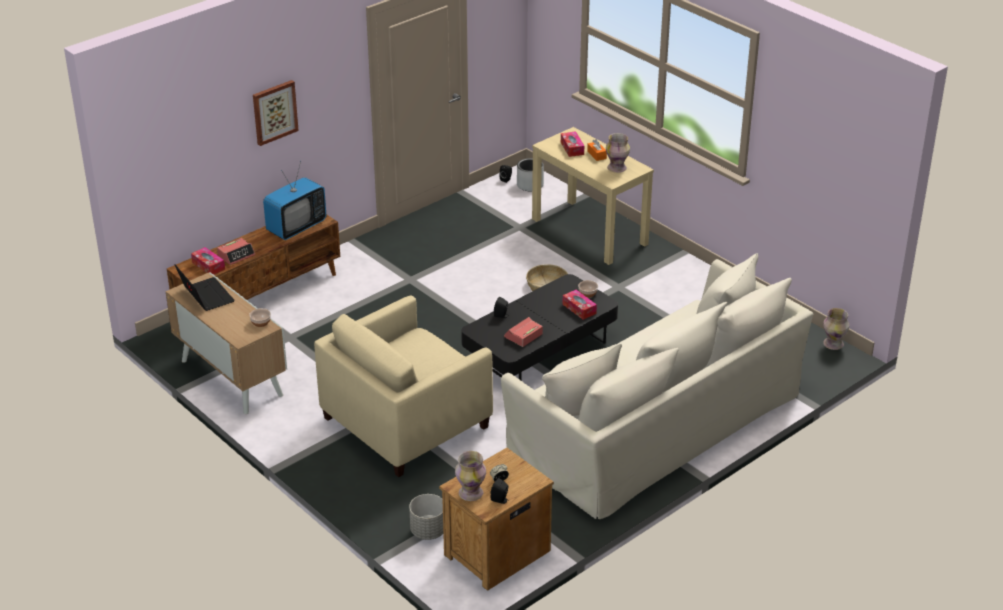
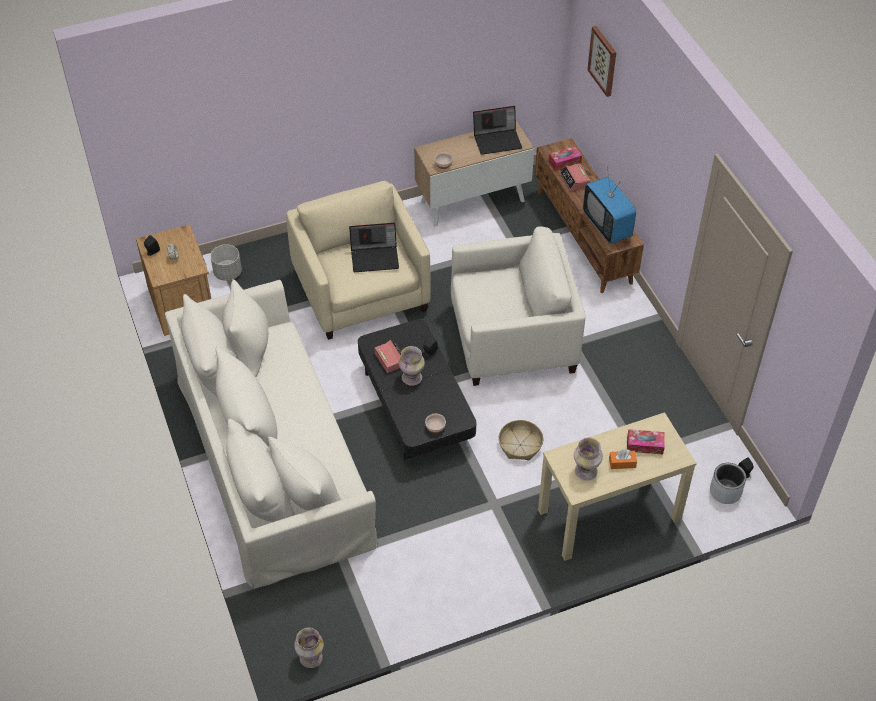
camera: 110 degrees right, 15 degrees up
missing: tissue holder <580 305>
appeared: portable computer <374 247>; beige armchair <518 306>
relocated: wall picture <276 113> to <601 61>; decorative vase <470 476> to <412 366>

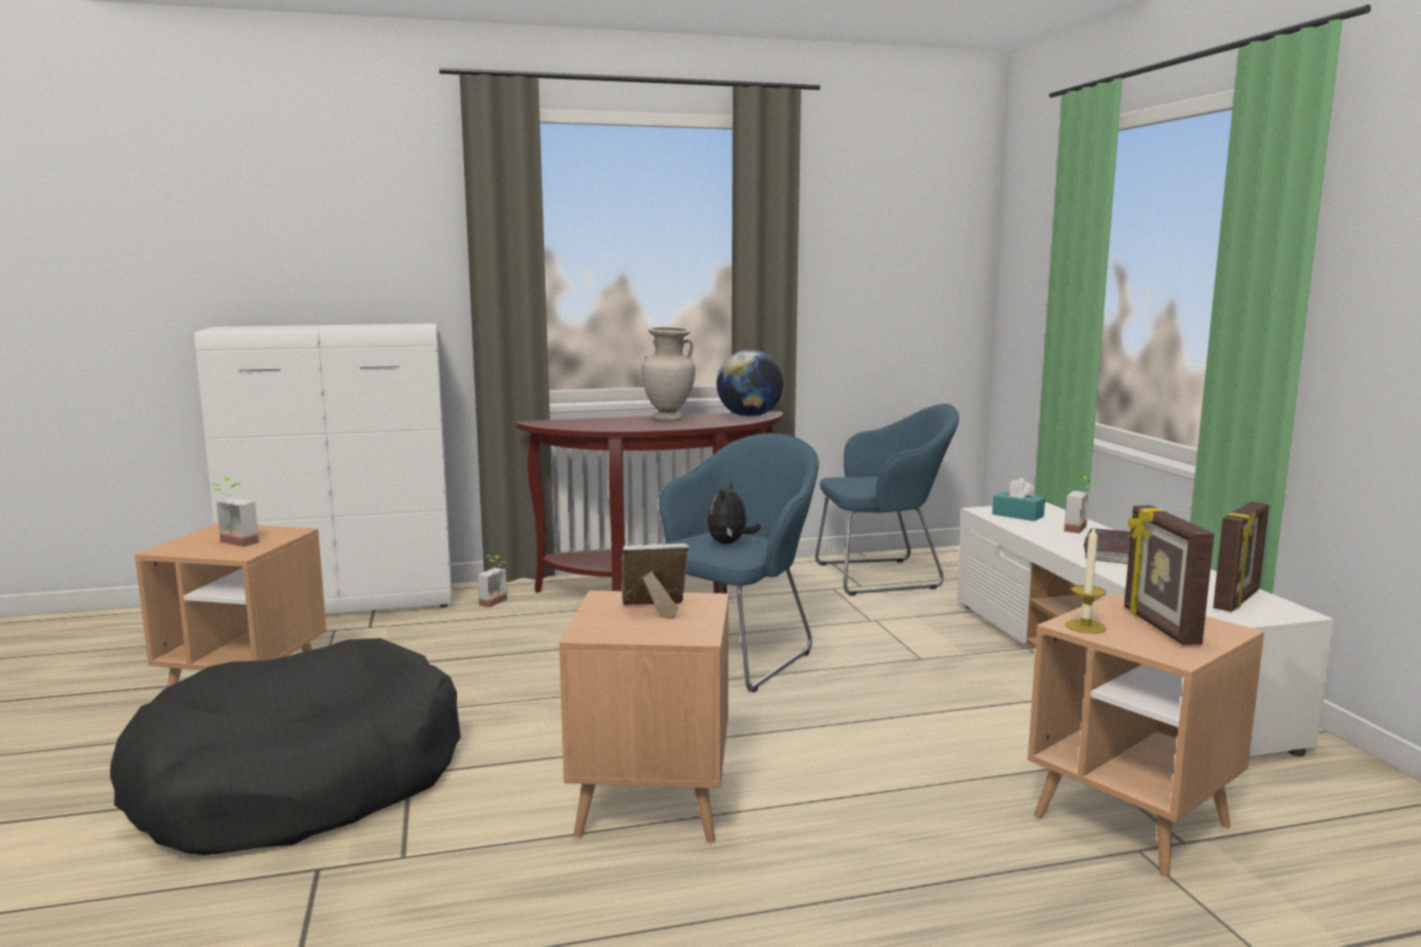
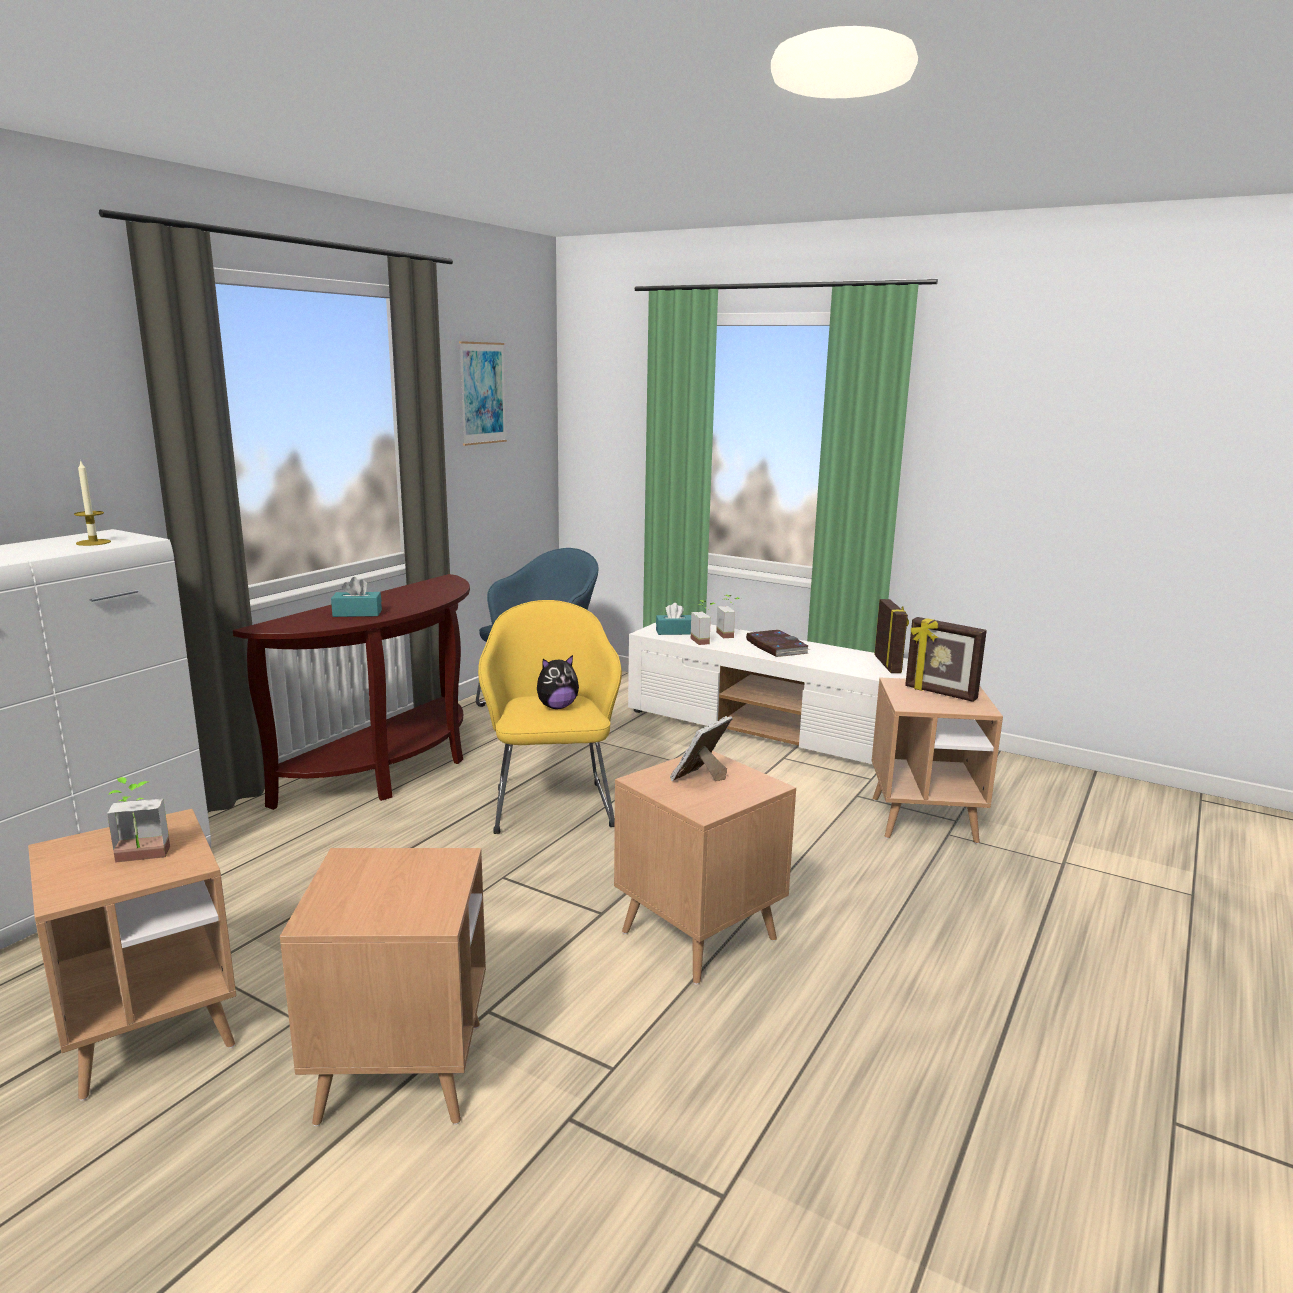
camera: 45 degrees left, 5 degrees up
missing: beige decorative vase <668 374>; world globe <750 383>
appeared: turquoise tissue holder <356 597>; wall picture <483 393>
relocated: houseplant <492 581> to <703 622>; wax candle <1086 580> to <92 503>
exchanged: black dog bed <285 746> to brownish accent table <383 987>
colour: blue-coloured armchair <739 563> to yellow-coloured armchair <550 717>
spun: soft toy <733 512> = <558 682> 90 degrees counterclockwise

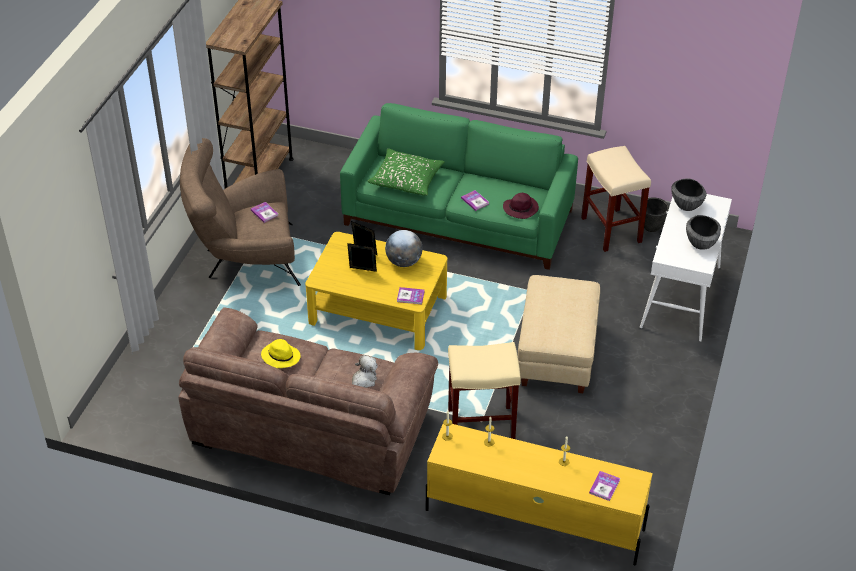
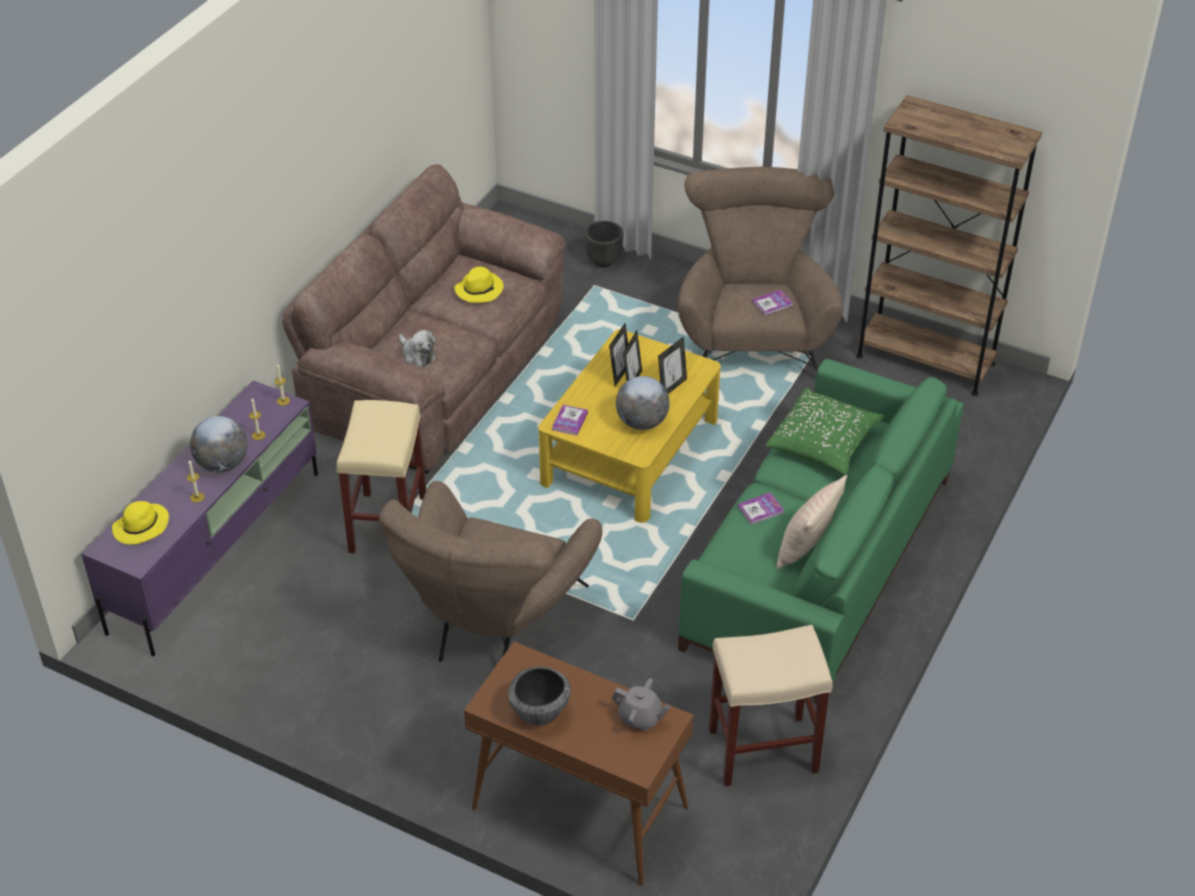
camera: 100 degrees right, 0 degrees up
missing: purplish wearable hat <521 206>
appeared: world globe <219 444>; picture frame <618 354>; beige cushion <812 522>
relocated: black flower pot <656 214> to <604 244>
exchanged: beige pouffe <559 334> to brownish armchair <490 571>; volume <604 486> to yellow-coloured wearable hat <140 523>; deep dish <689 194> to greyish pot for tea <641 704>
colour: yellow-coloured media console <539 494> to purplish media console <199 518>; white narrow table <686 268> to brownish narrow table <578 763>

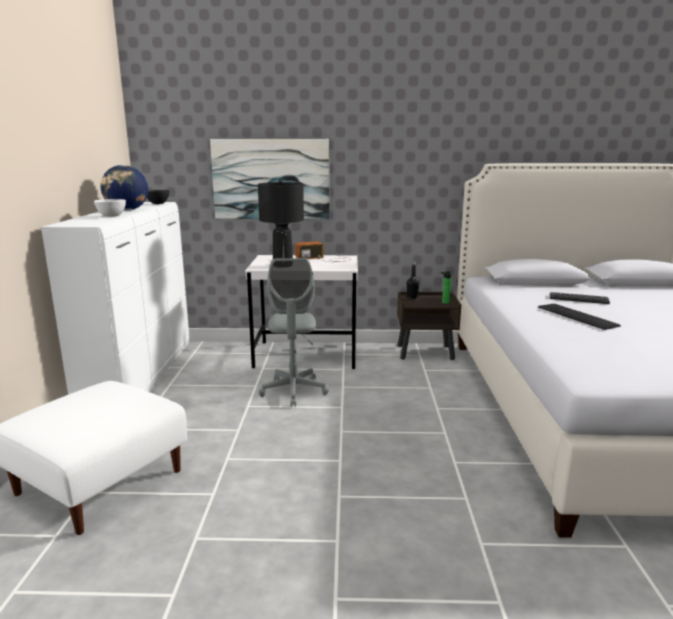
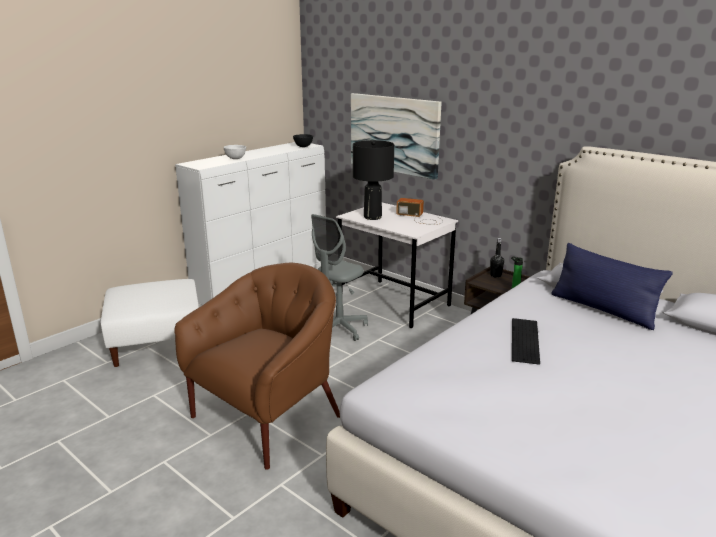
camera: 40 degrees right, 5 degrees up
missing: world globe <124 188>; keyboard <580 298>
appeared: brownish armchair <257 366>; blue-coloured cushion <612 286>

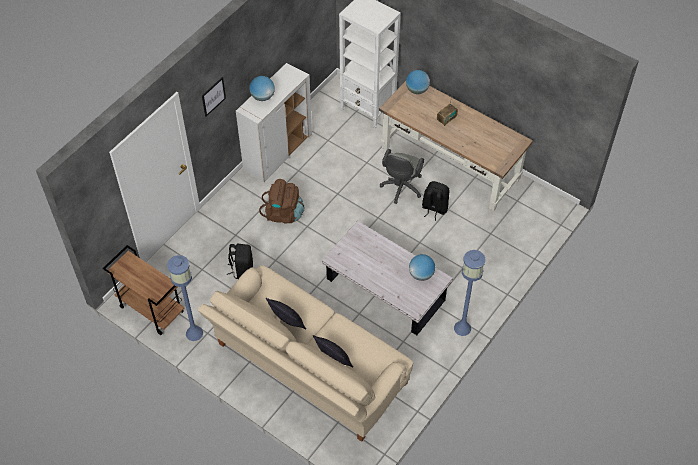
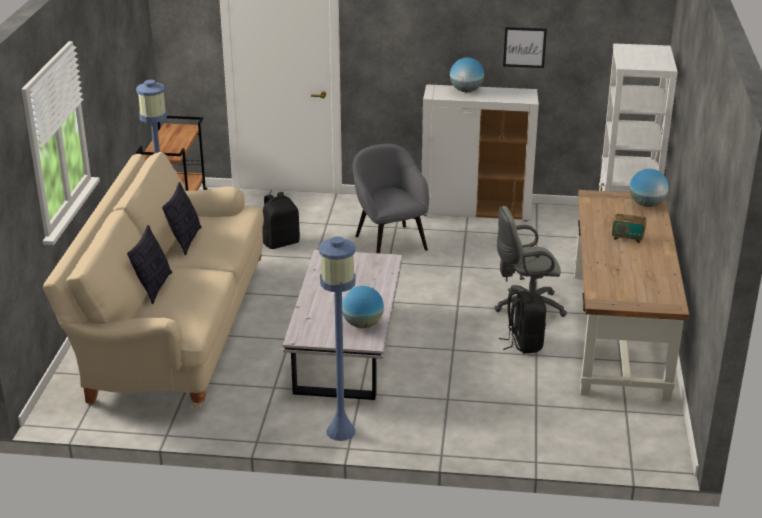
camera: 60 degrees right, 25 degrees down
relocated: wall picture <214 97> to <525 47>
exchanged: brownish backpack <281 201> to greyish armchair <391 198>

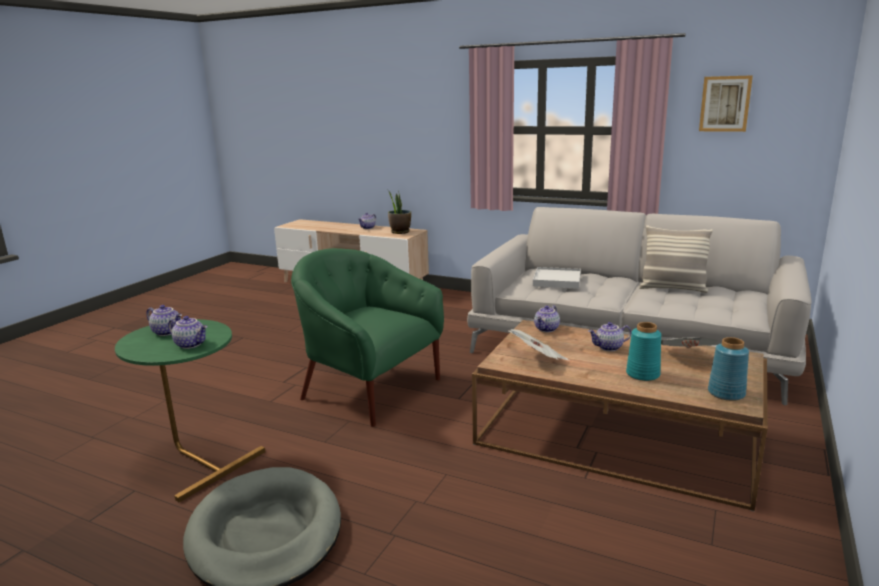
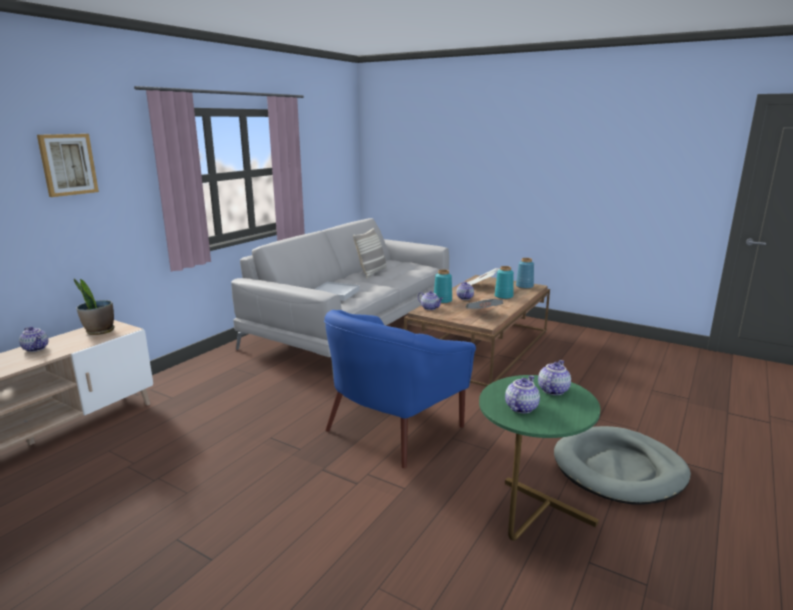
camera: 85 degrees left, 0 degrees up
appeared: turquoise decorative vase <443 286>
relocated: wall picture <726 103> to <68 165>
colour: green-coloured armchair <367 337> to blue-coloured armchair <400 389>

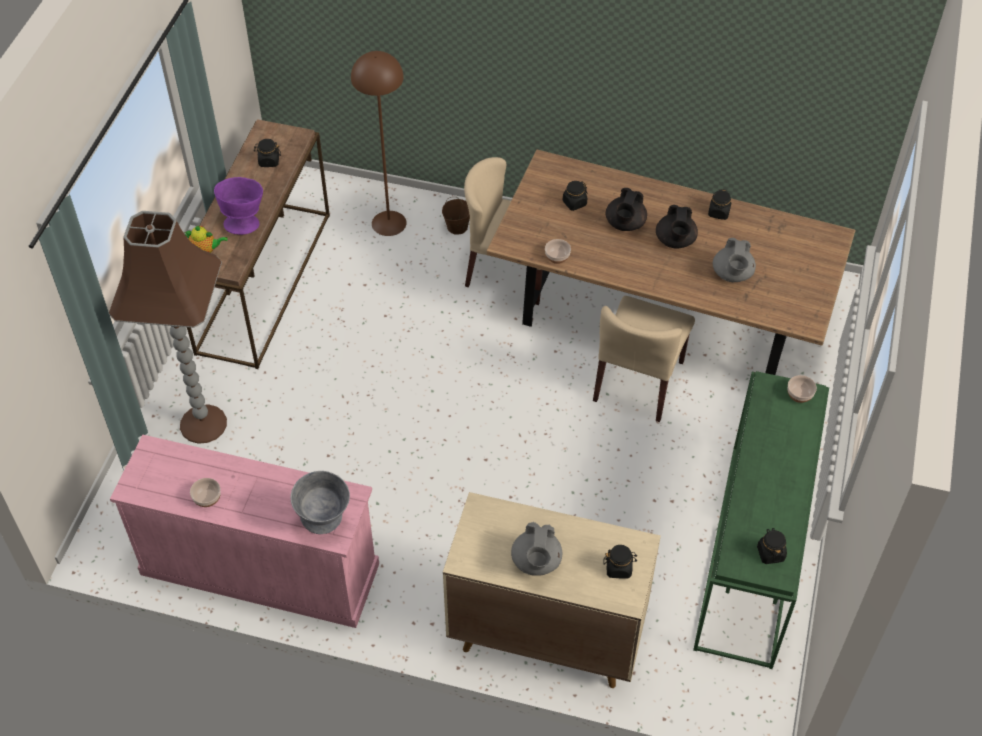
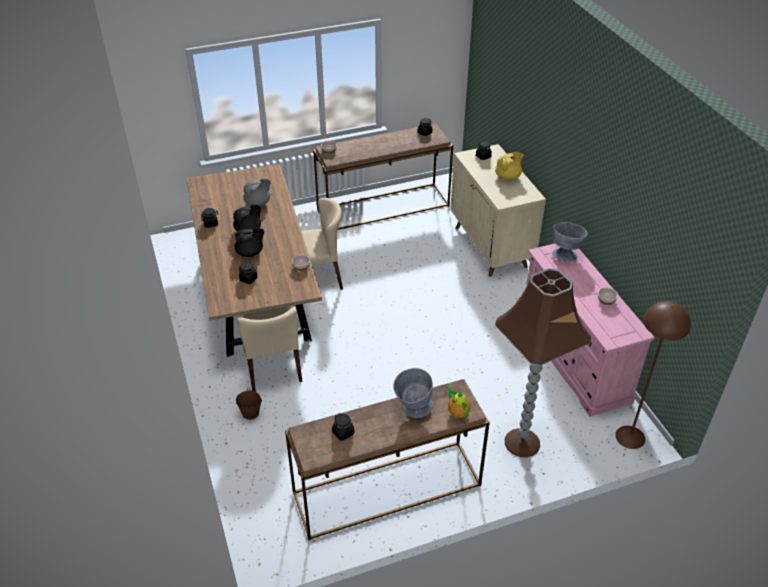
camera: 125 degrees left, 10 degrees down
relocated: brownish floor lamp <379 143> to <653 375>
colour: purplish deep dish <238 206> to greyish deep dish <413 393>; greyish pot for tea <536 549> to yellow-coloured pot for tea <509 166>; green-coloured narrow table <761 520> to brownish narrow table <383 177>

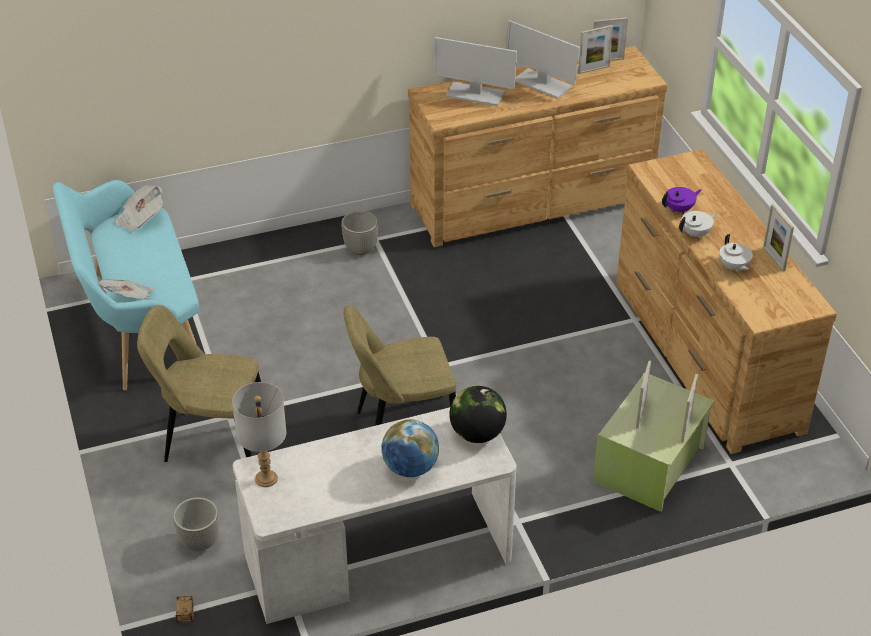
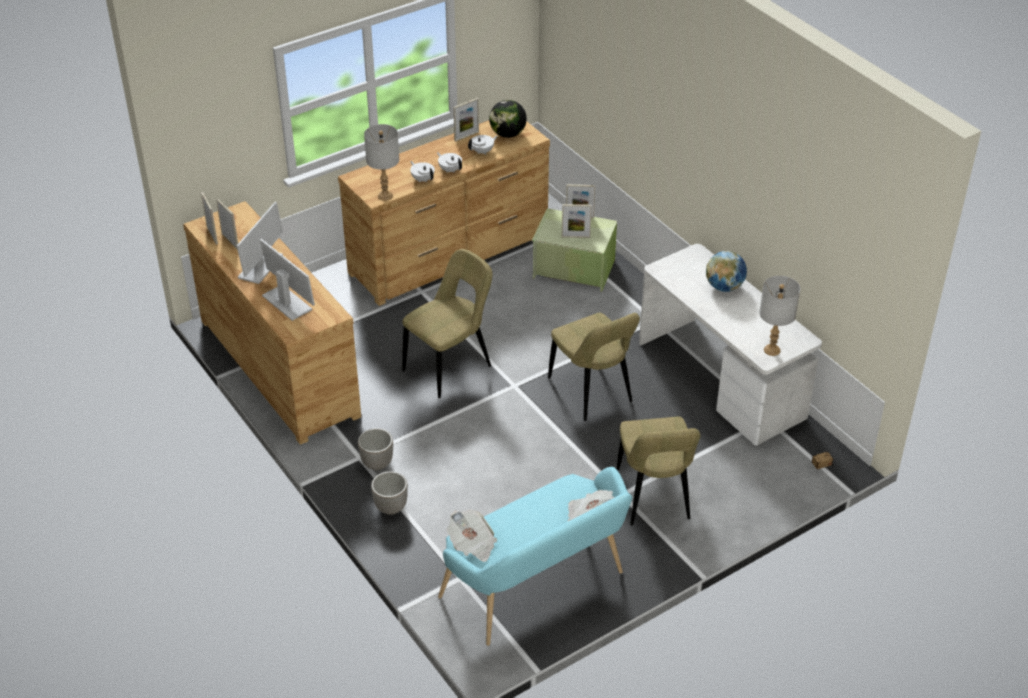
camera: 105 degrees left, 0 degrees up
appeared: greyish table lamp <381 162>; beige chair <447 323>
relocated: flower pot <196 524> to <389 493>; world globe <478 414> to <508 119>
colour: purplish pot for tea <682 200> to white pot for tea <422 171>
spun: monitor <475 71> = <287 280> 45 degrees counterclockwise

